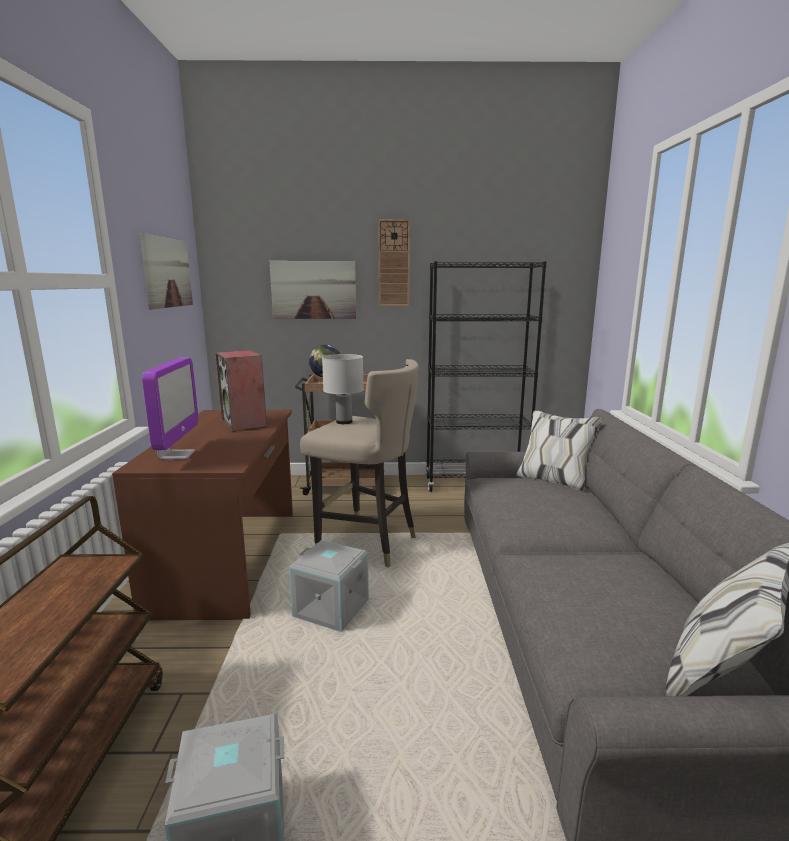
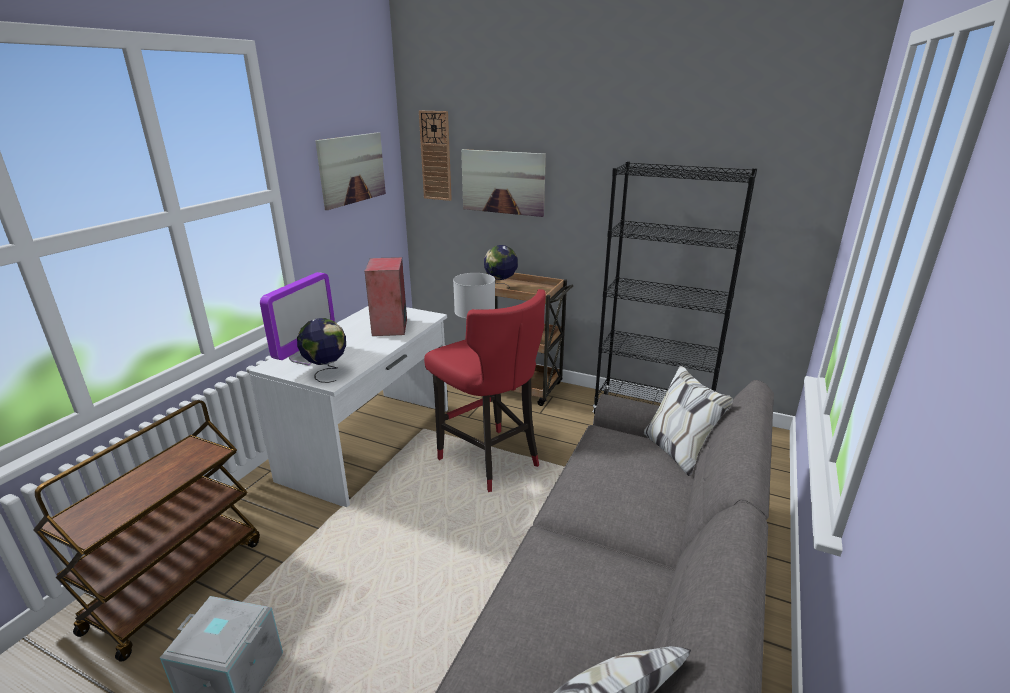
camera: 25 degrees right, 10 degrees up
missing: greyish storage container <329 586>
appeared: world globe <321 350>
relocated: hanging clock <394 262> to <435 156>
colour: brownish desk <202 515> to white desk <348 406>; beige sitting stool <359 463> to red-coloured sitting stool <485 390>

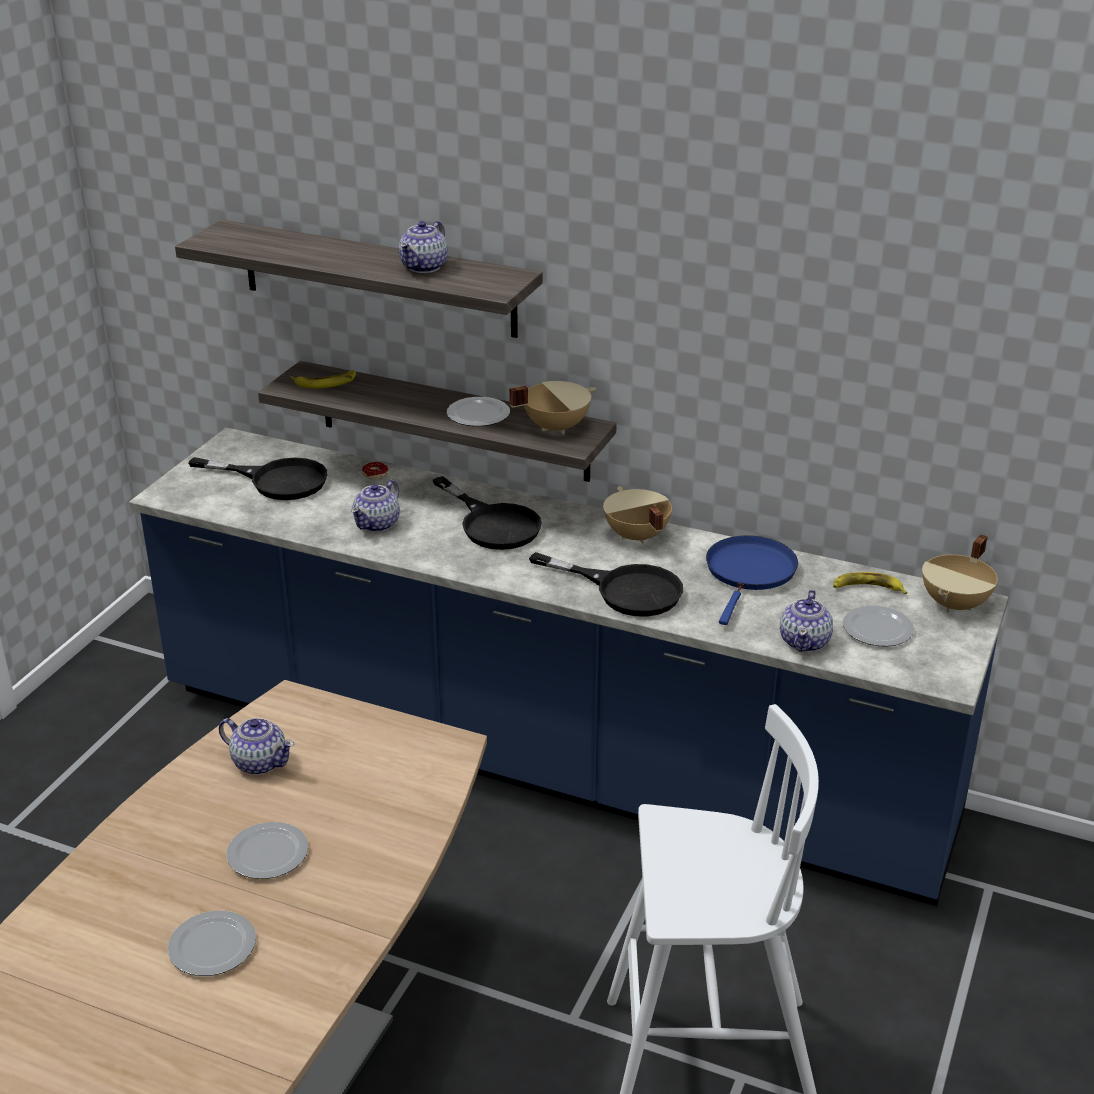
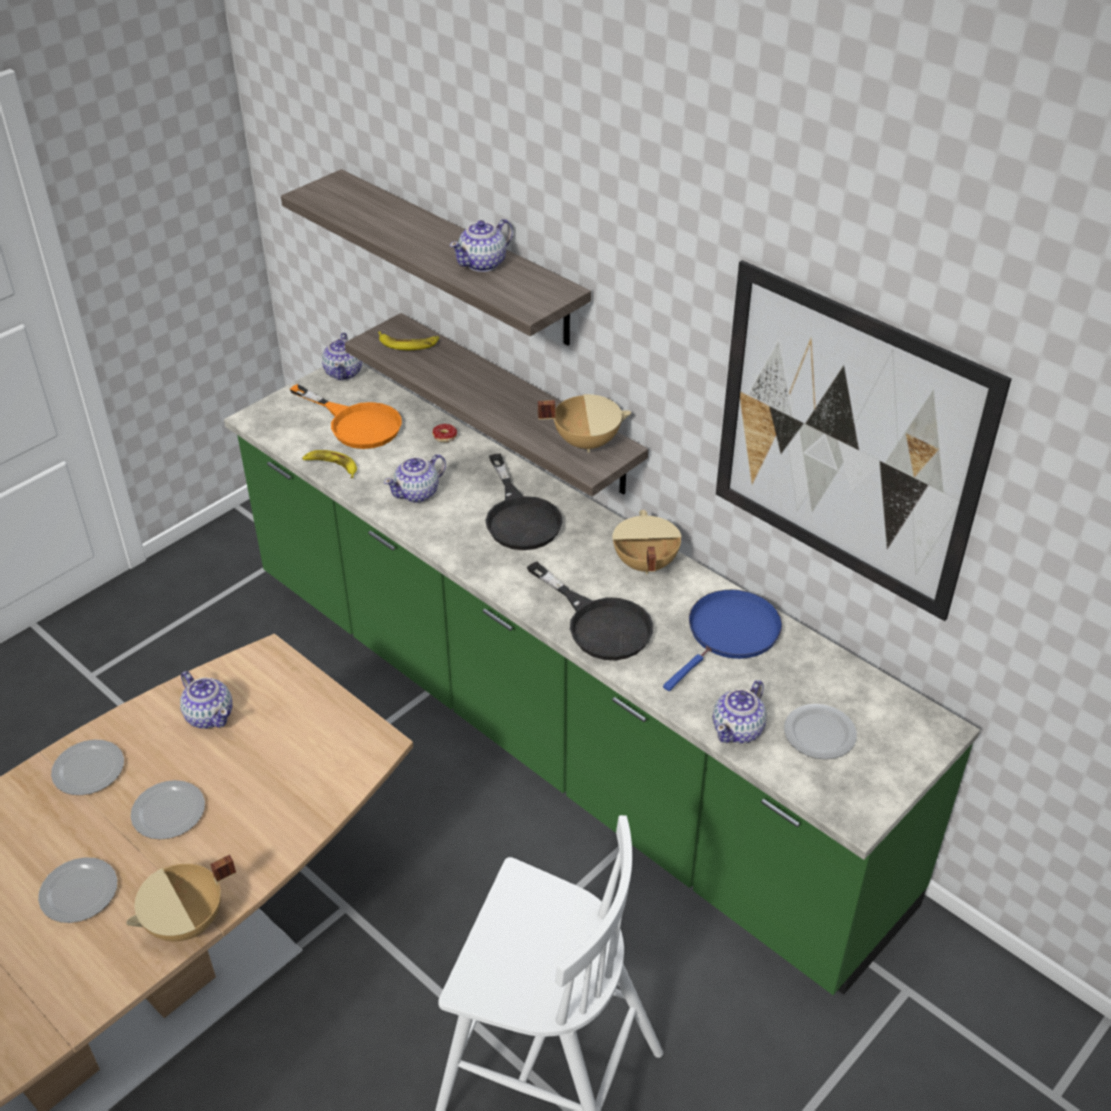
camera: 20 degrees right, 10 degrees up
appeared: pot for tea <342 356>; wall picture <864 440>
relocated: plate <478 411> to <87 767>; banana <870 583> to <329 464>; beige cooking pot <960 573> to <181 898>
colour: blue-coloured kitchen counter <568 667> to green-coloured kitchen counter <602 679>; black pan <257 478> to orange pan <346 416>

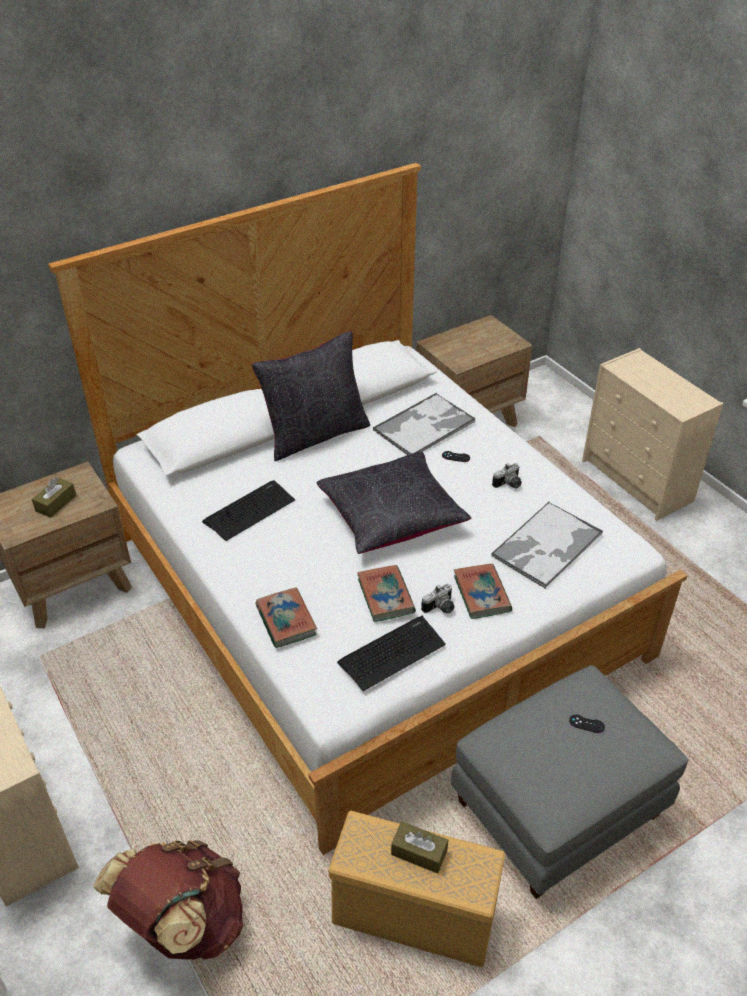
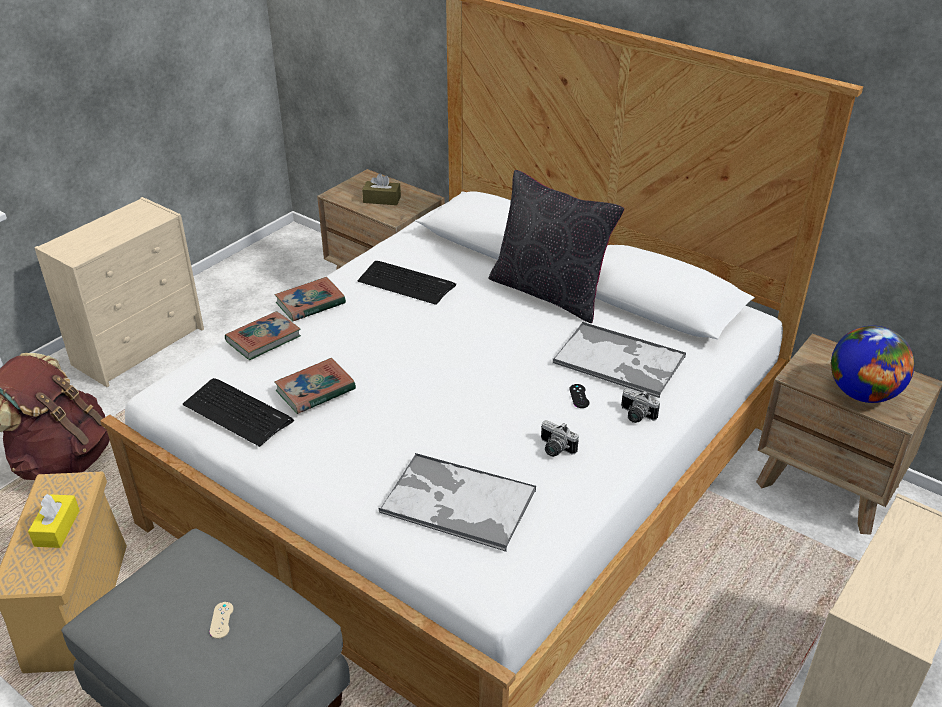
camera: 70 degrees right, 5 degrees down
missing: black cushion <393 503>
appeared: world globe <872 364>
relocated: still camera <438 598> to <640 406>; volume <483 591> to <310 299>
colour: brownish tissue holder <419 848> to yellow-coloured tissue holder <54 521>; black game controller <587 723> to beige game controller <221 620>

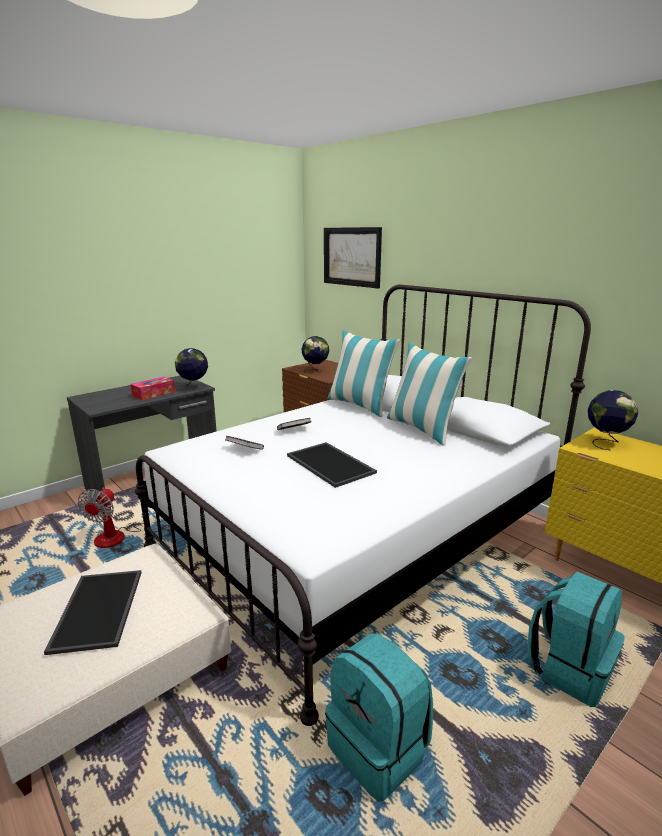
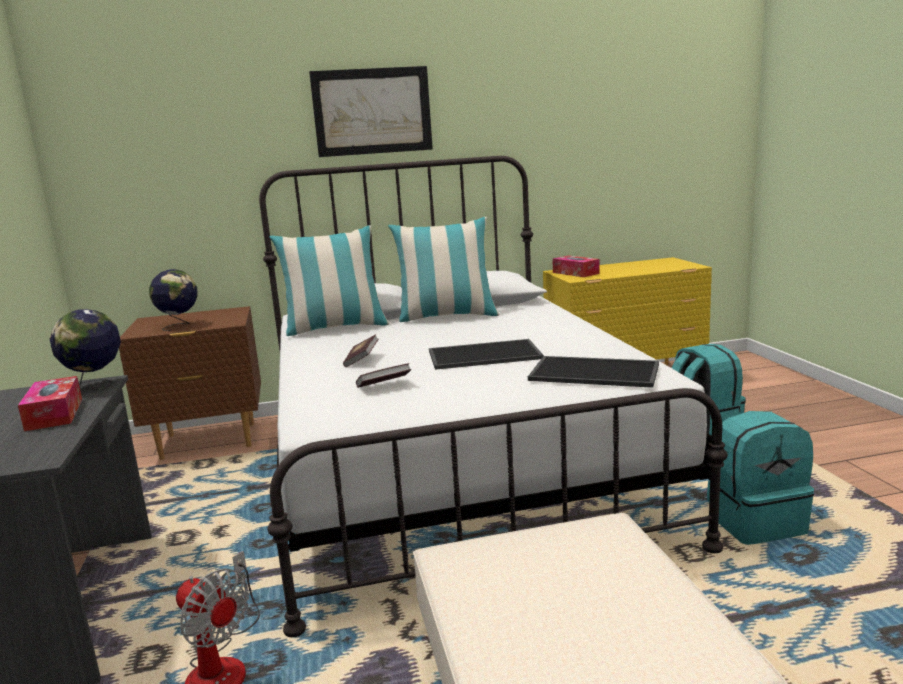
camera: 60 degrees left, 5 degrees down
relocated: serving tray <92 612> to <593 372>; wall picture <353 257> to <371 111>
exchanged: world globe <613 420> to tissue holder <576 266>

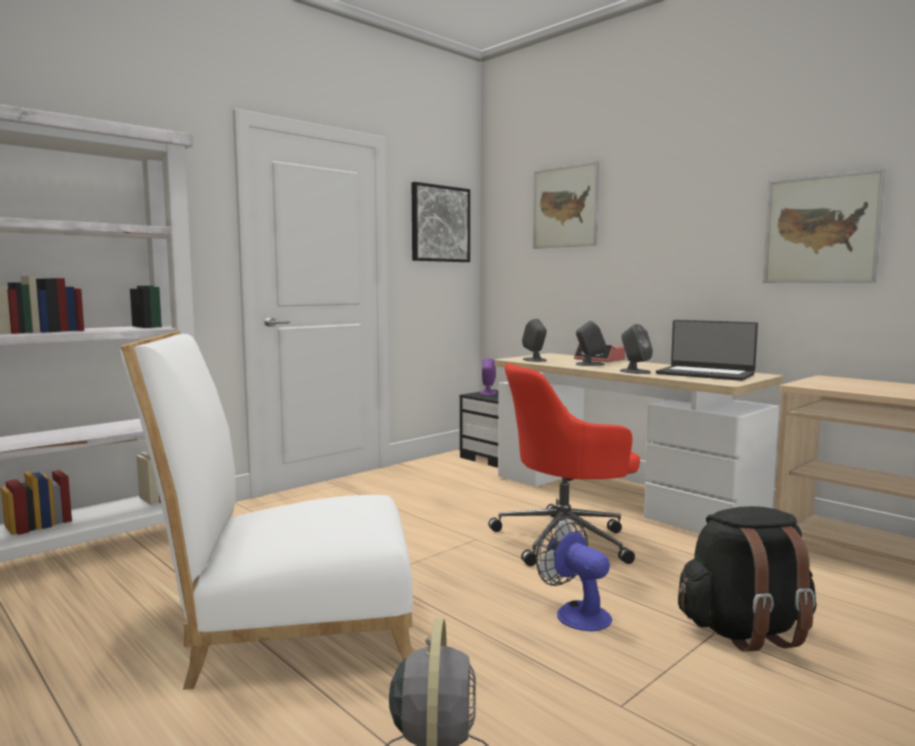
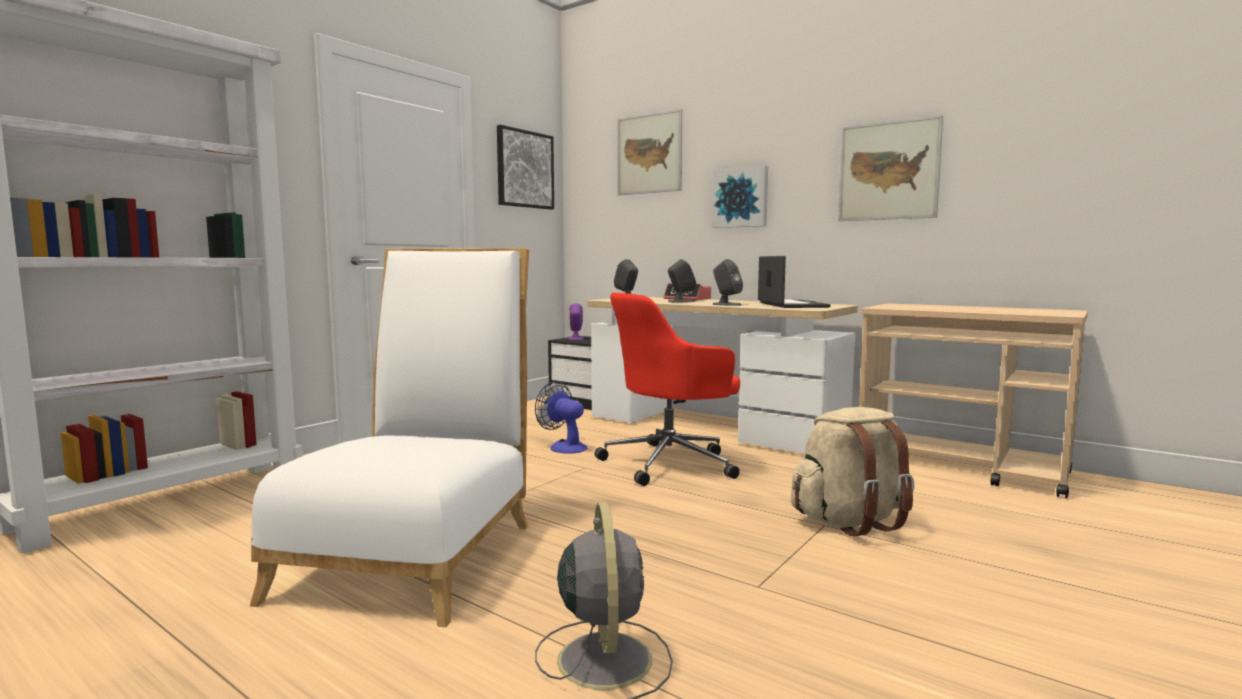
camera: 10 degrees left, 0 degrees up
appeared: wall picture <739 197>
relocated: cooling fan <574 573> to <561 417>
colour: black backpack <747 579> to beige backpack <852 471>
spun: white chair <266 510> = <389 438> 120 degrees clockwise; portable computer <707 350> = <794 282> 120 degrees counterclockwise

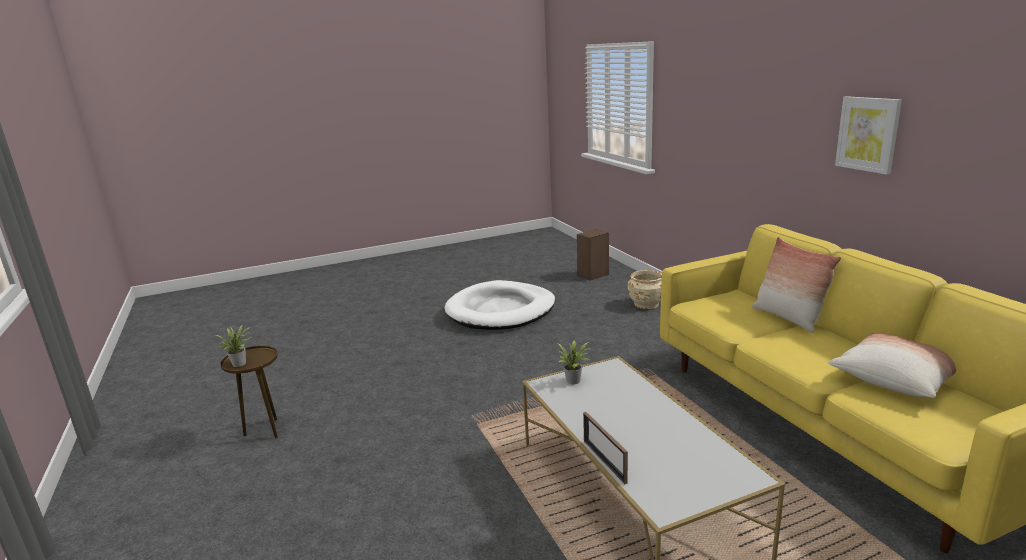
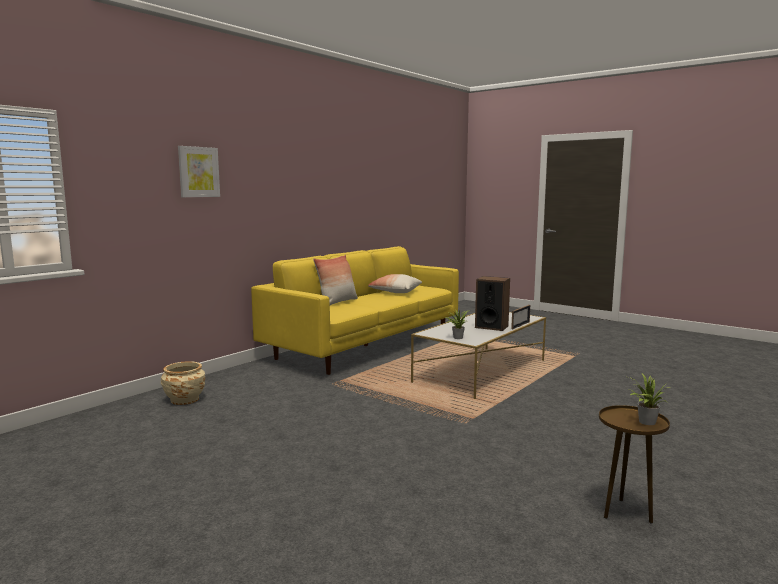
camera: 120 degrees left, 10 degrees down
missing: white dog bed <499 305>
relocated: audio speaker <593 255> to <492 303>; wall picture <868 135> to <199 171>

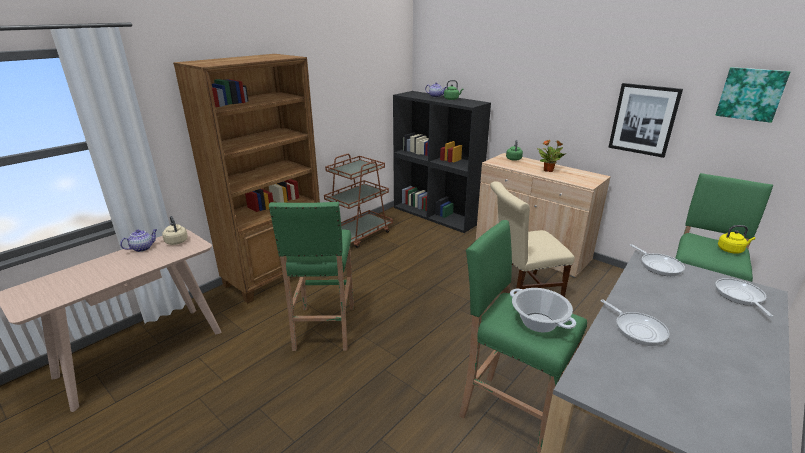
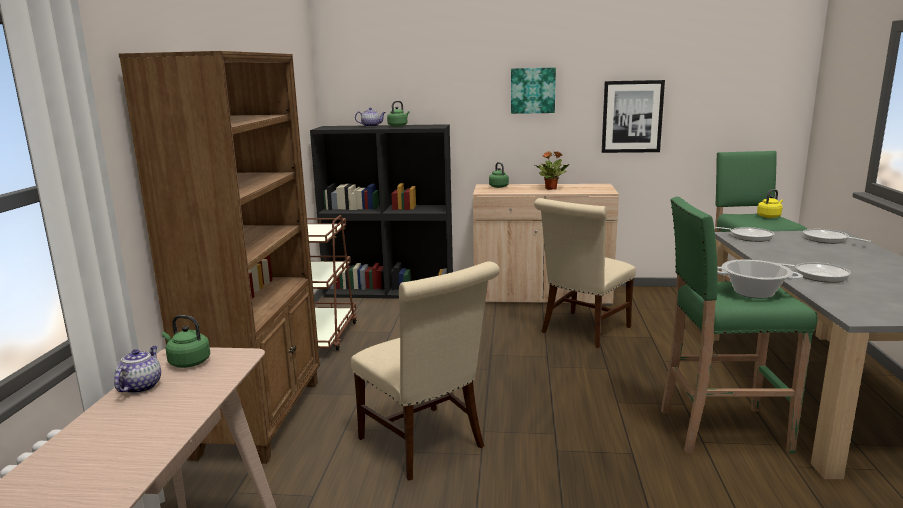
camera: 35 degrees left, 10 degrees down
relocated: wall picture <753 95> to <533 91>
exchanged: green-coloured sitting stool <311 276> to beige chair <425 371>
colour: beige kettle <175 230> to green-coloured kettle <186 341>

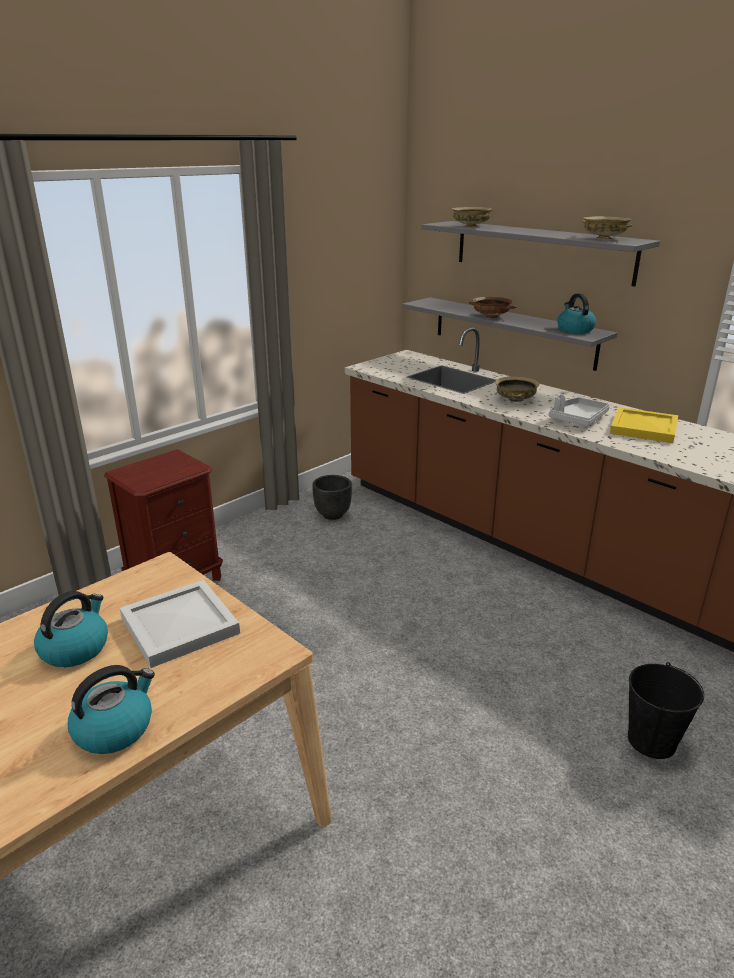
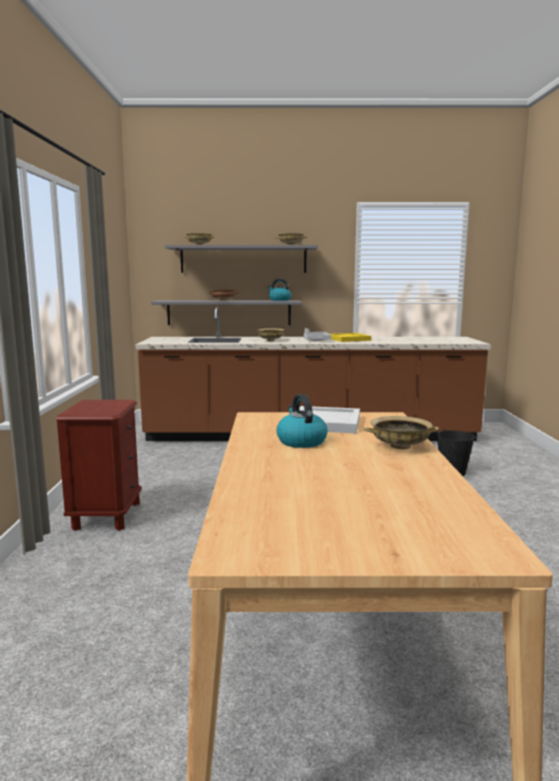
camera: 45 degrees left, 15 degrees down
missing: black flower pot <332 497>
exchanged: kettle <111 709> to beige deep dish <401 432>

